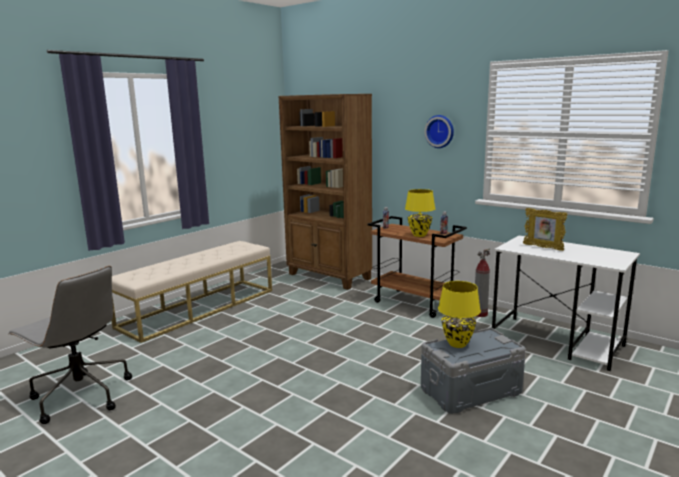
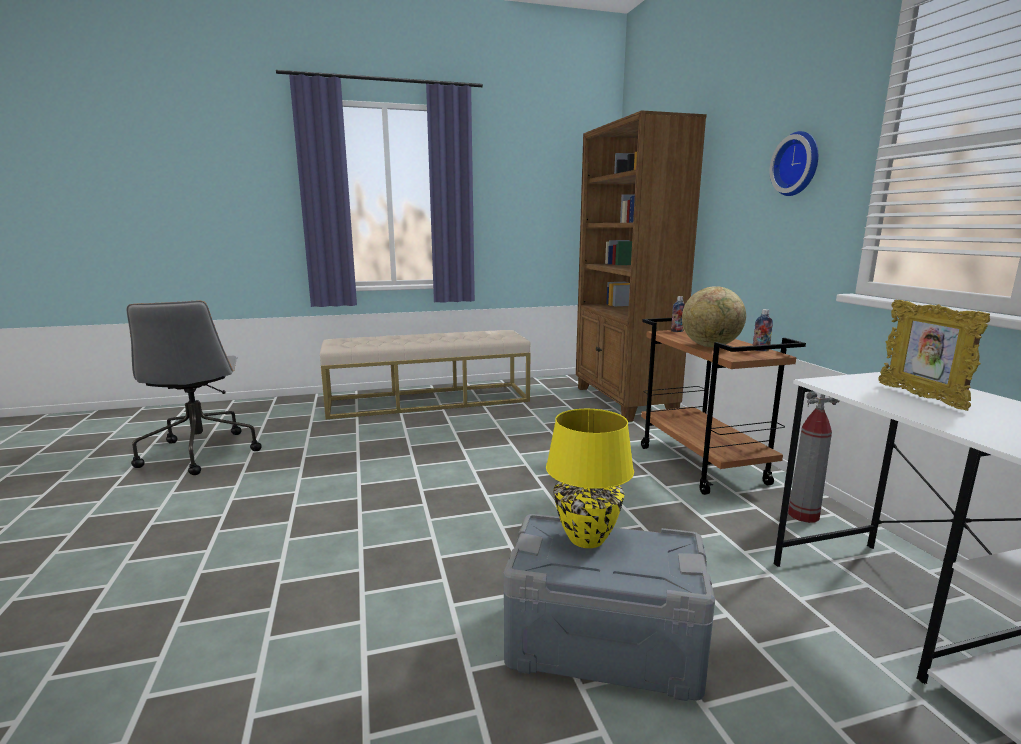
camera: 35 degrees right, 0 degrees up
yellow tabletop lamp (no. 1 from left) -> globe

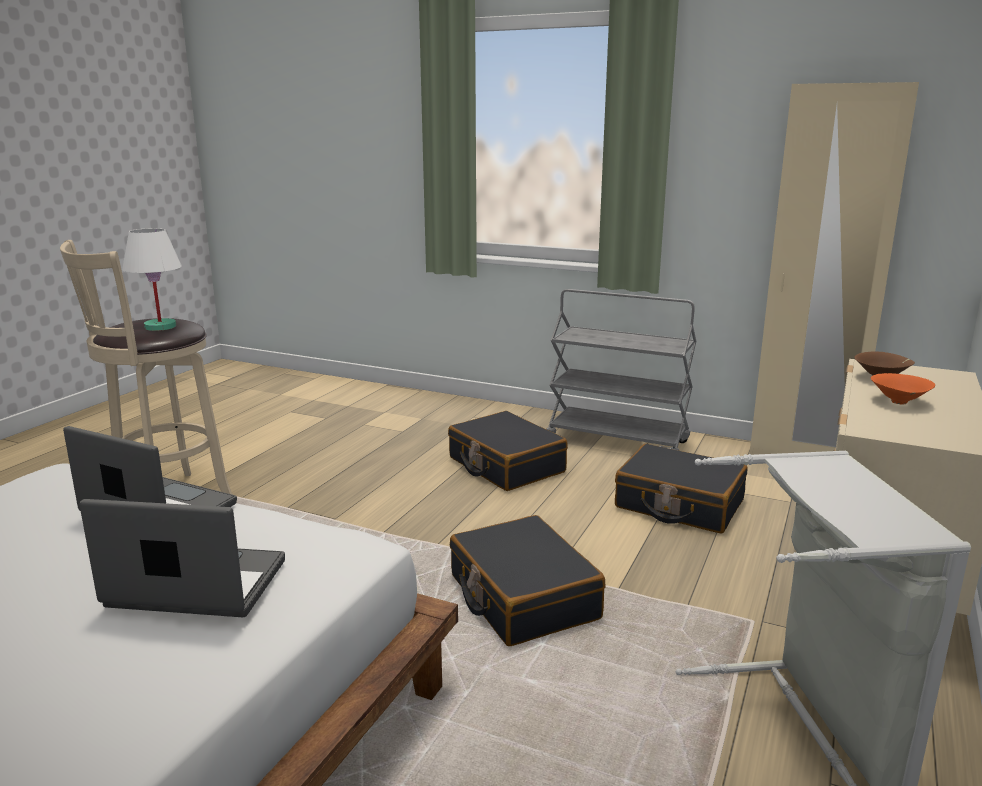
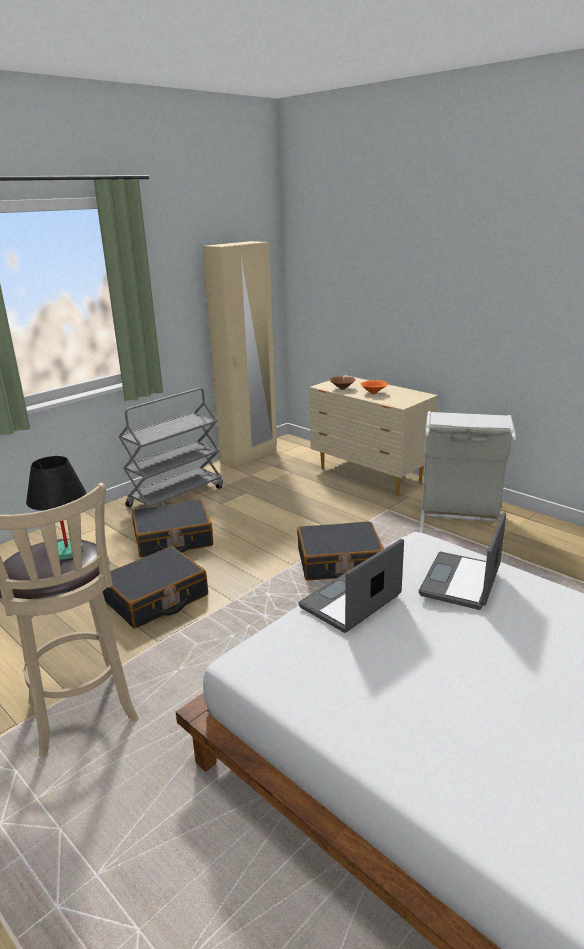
camera: 70 degrees left, 5 degrees up
whitish tabletop lamp -> black tabletop lamp
black piece of luggage (no. 3 from left in the first image) -> black piece of luggage (no. 1 from left), relocated

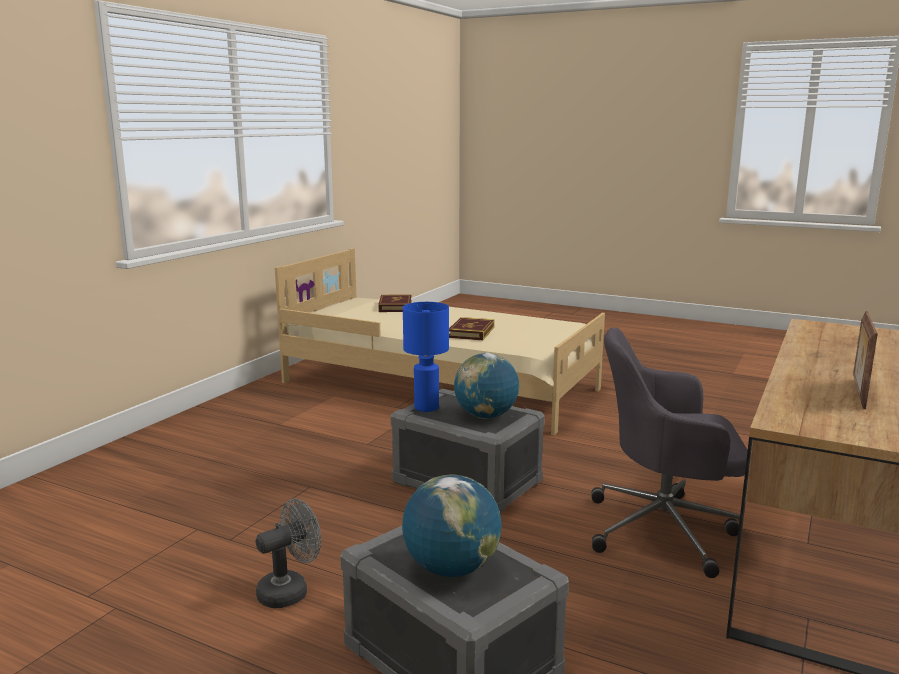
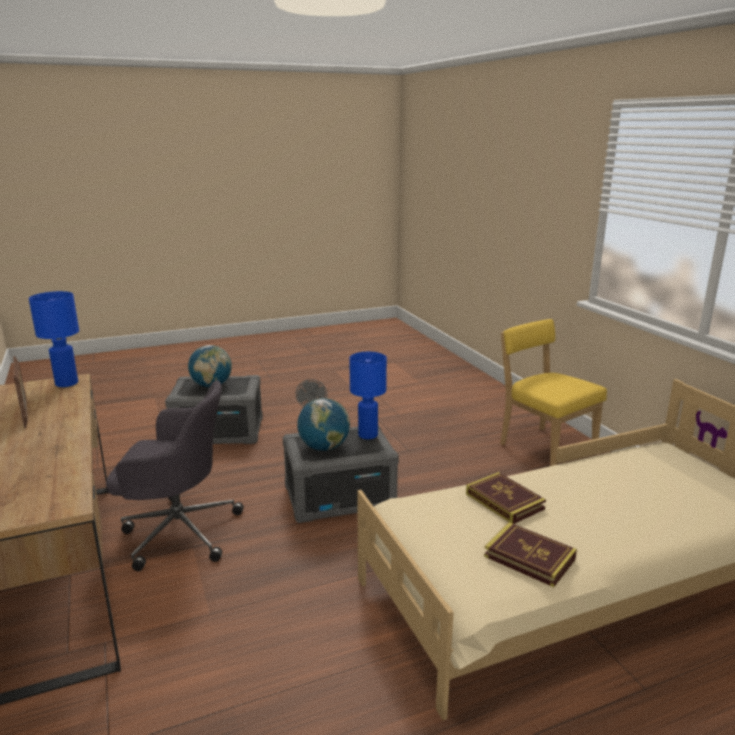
camera: 130 degrees right, 5 degrees up
bound book (no. 1 from left in the first image) -> bound book (no. 2 from left), relocated
greyish office chair, 45 degrees clockwise
none -> bluish tabletop lamp (no. 1 from left)
none -> yellow upright chair

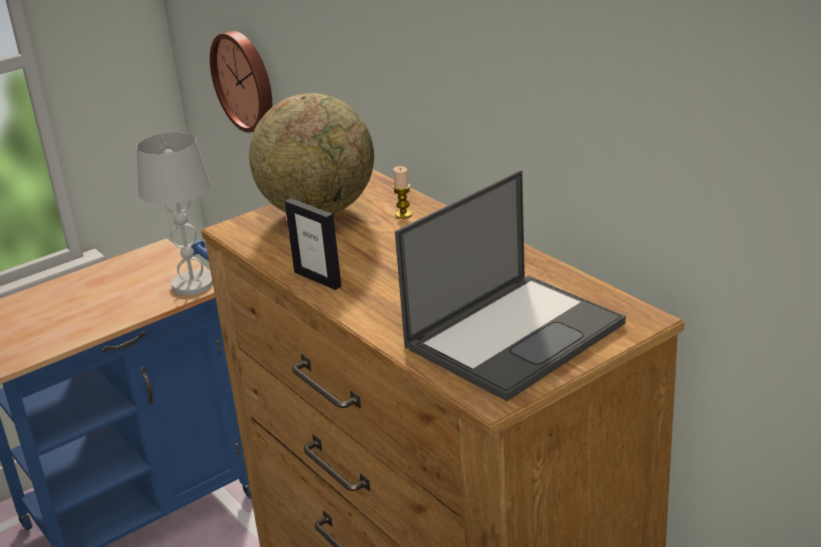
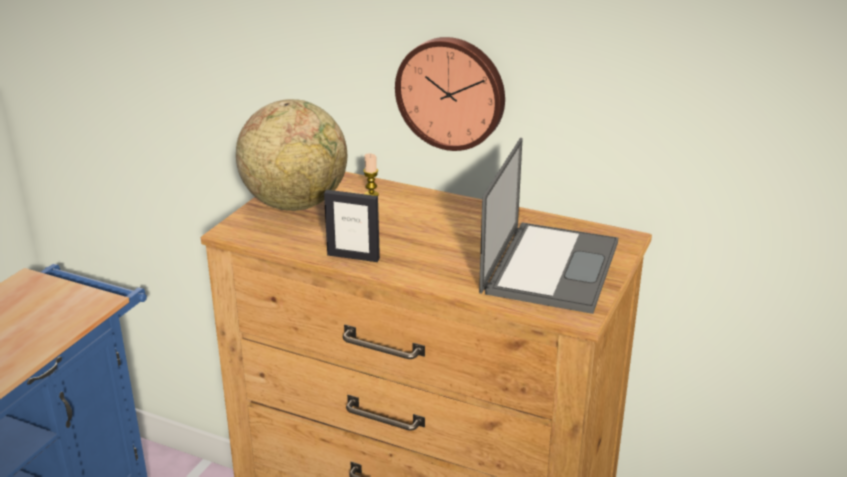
camera: 30 degrees left, 0 degrees up
whitish tabletop lamp -> none
clock on the wall, relocated

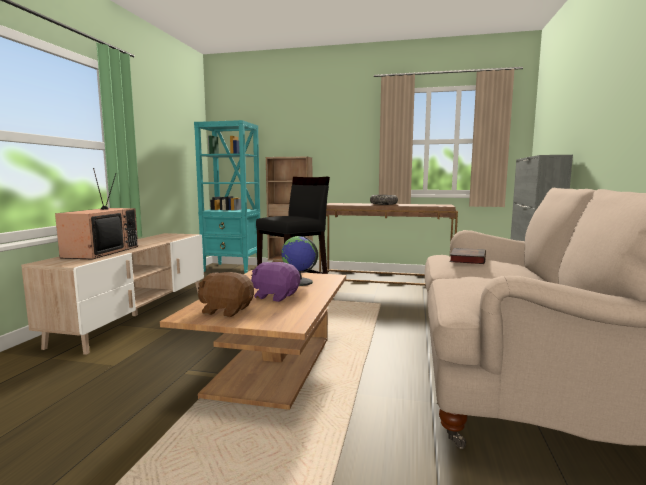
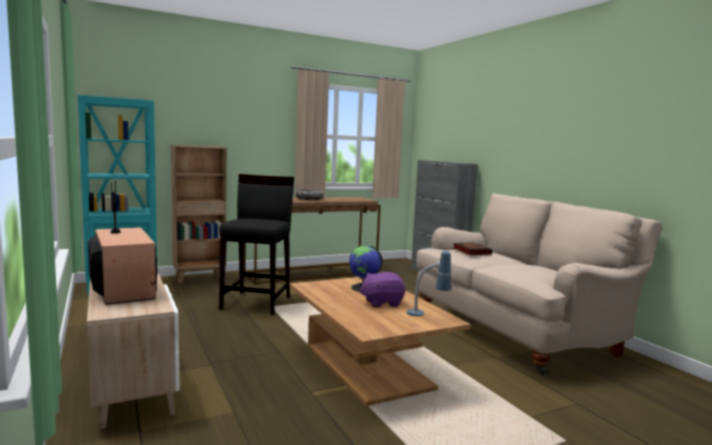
camera: 40 degrees left, 0 degrees up
brownish cuddly toy -> none
none -> tabletop lamp

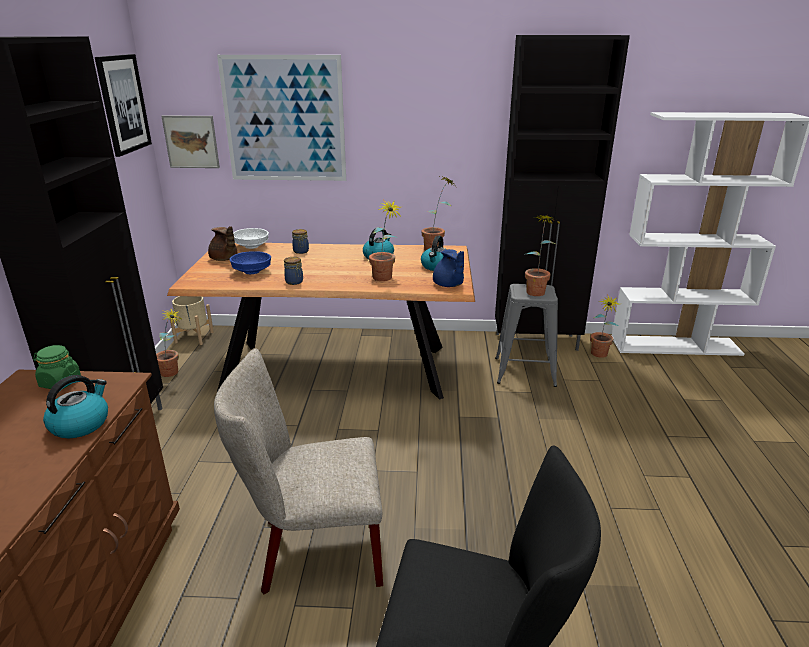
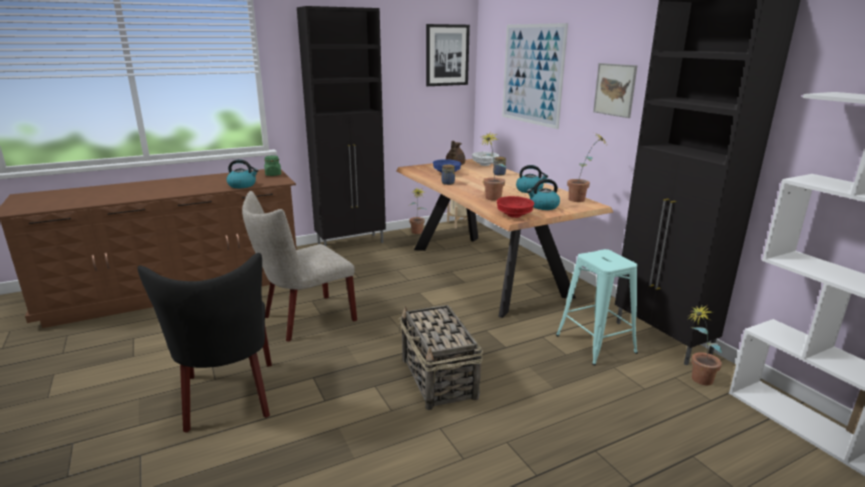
camera: 60 degrees right, 5 degrees down
wall art (no. 2 from left in the first image) -> wall art (no. 3 from left), relocated
sand-coloured upright chair, 90 degrees counterclockwise
bluish pot for tea -> red deep dish
greyish sitting stool -> turquoise sitting stool
houseplant (no. 4 from left) -> none
none -> household basket

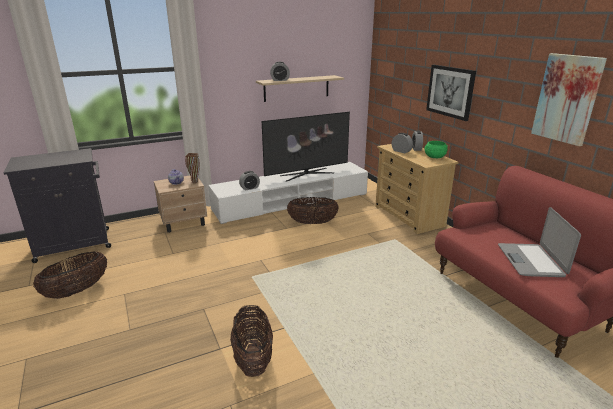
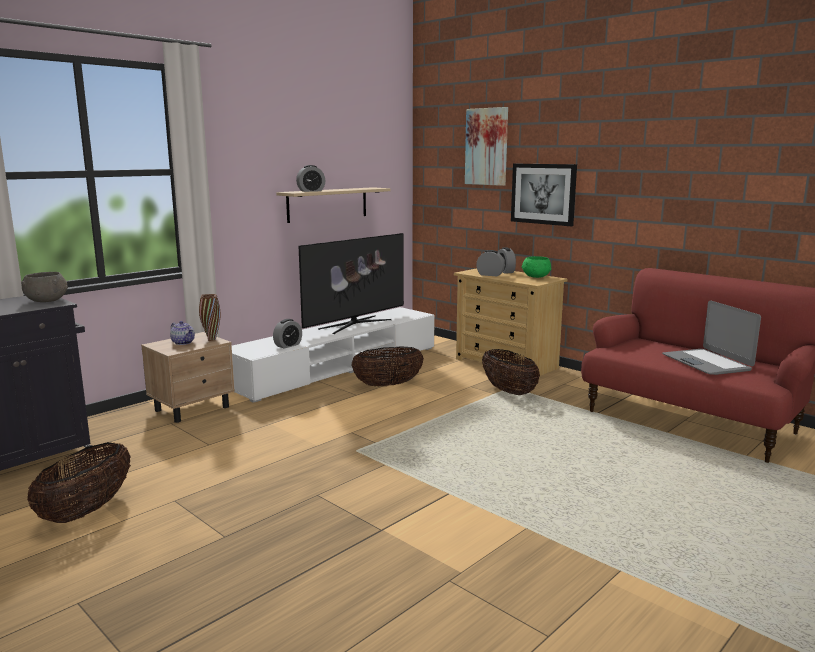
camera: 20 degrees left, 10 degrees down
household basket (no. 2 from left in the first image) -> household basket (no. 3 from left), relocated
wall art (no. 2 from left in the first image) -> wall art (no. 1 from left), relocated
none -> greyish deep dish

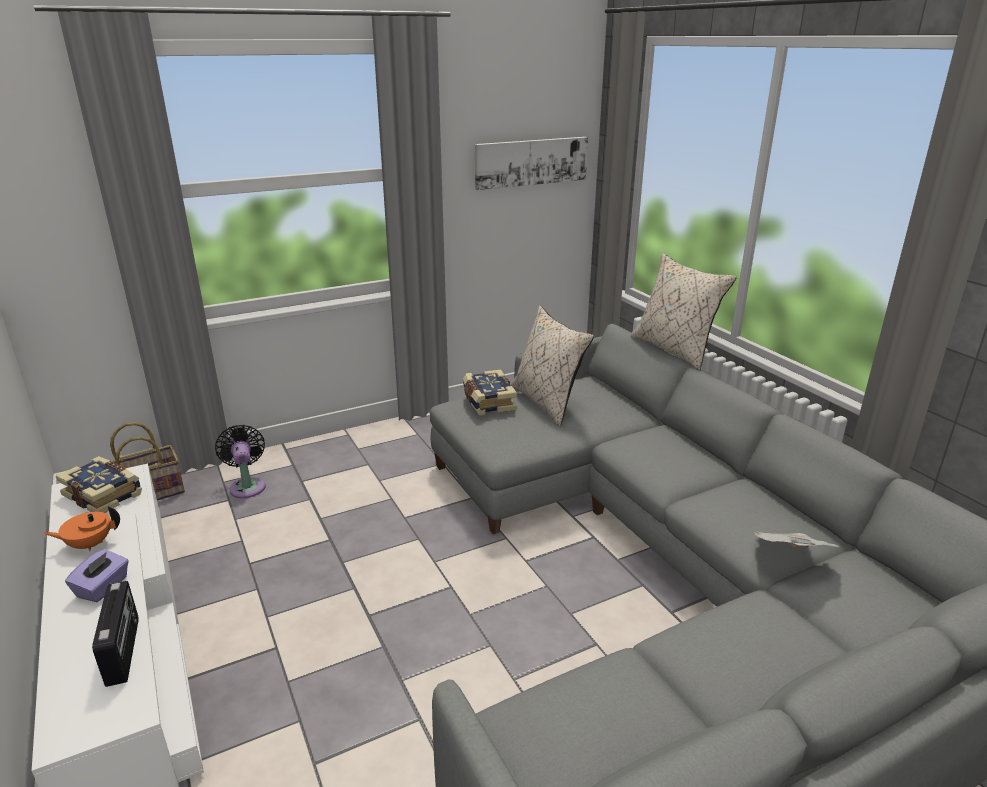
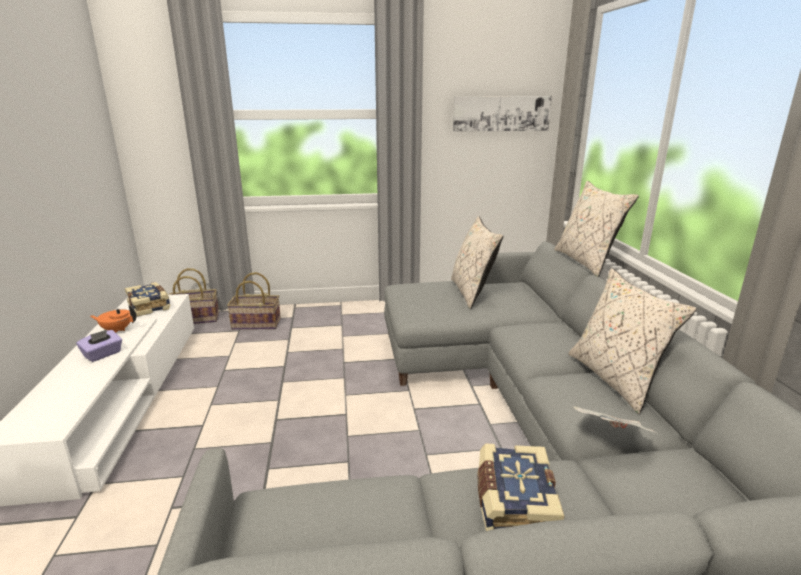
camera: 20 degrees right, 5 degrees down
radio set -> none
black fan -> household basket (no. 2 from left)
bound book (no. 2 from left), relocated
none -> sand-coloured throw pillow (no. 3 from left)

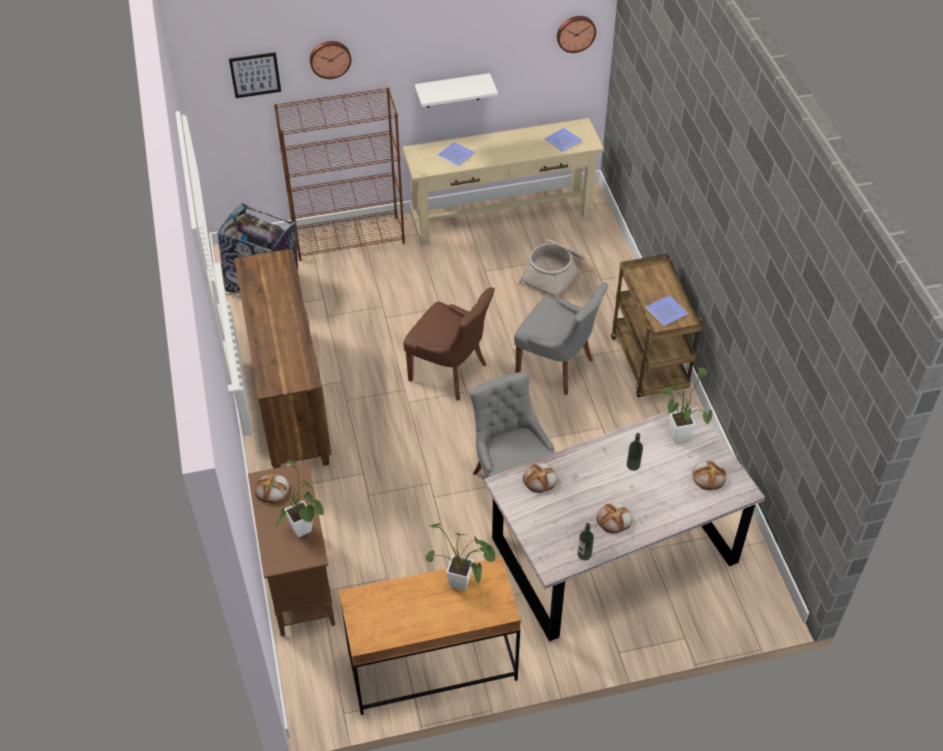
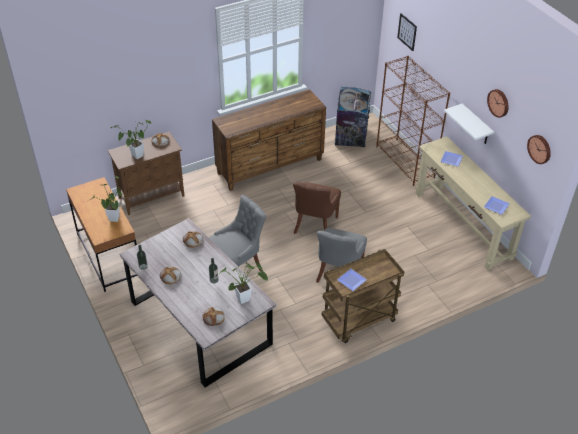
camera: 75 degrees right, 5 degrees down
clock on the wall (no. 1 from left), relocated
household basket -> none

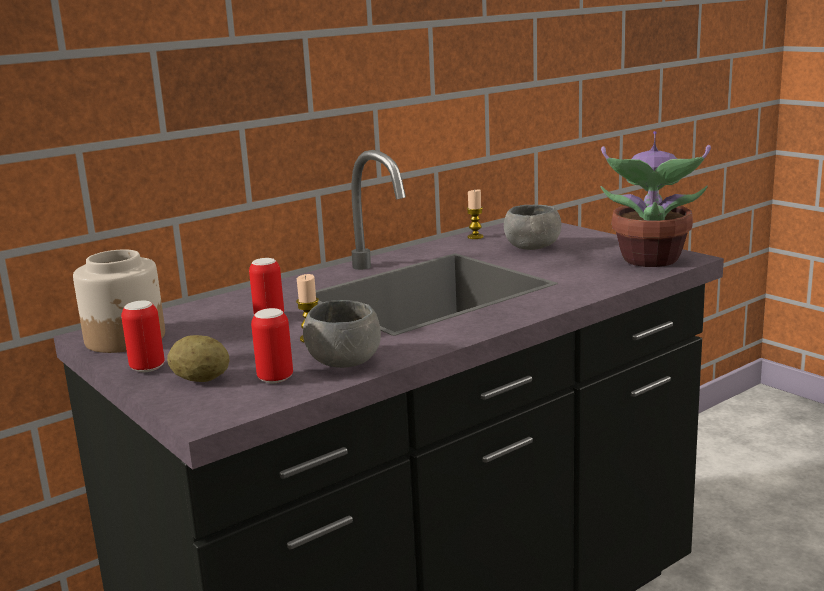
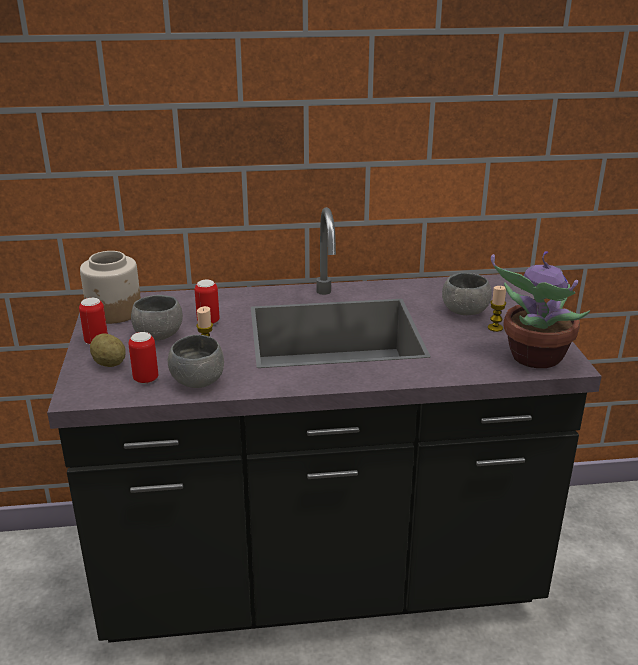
camera: 30 degrees right, 10 degrees up
wax light (no. 2 from left), relocated
none -> greyish deep dish (no. 1 from left)

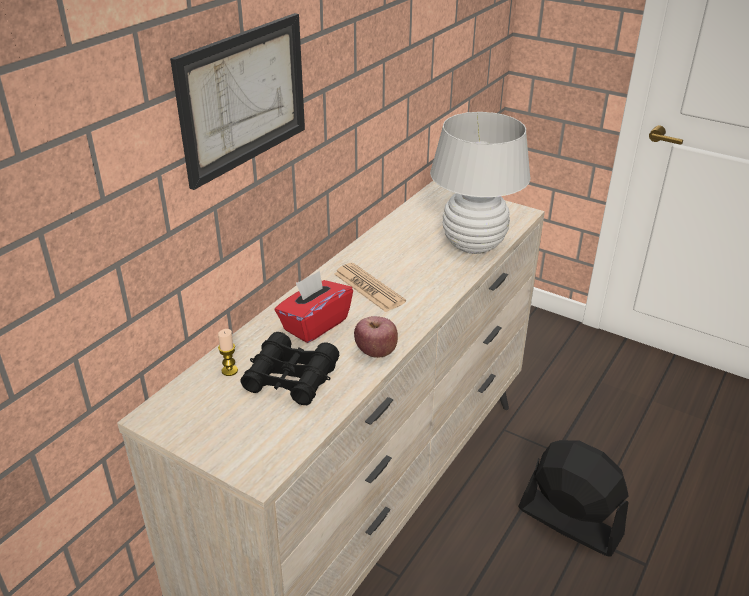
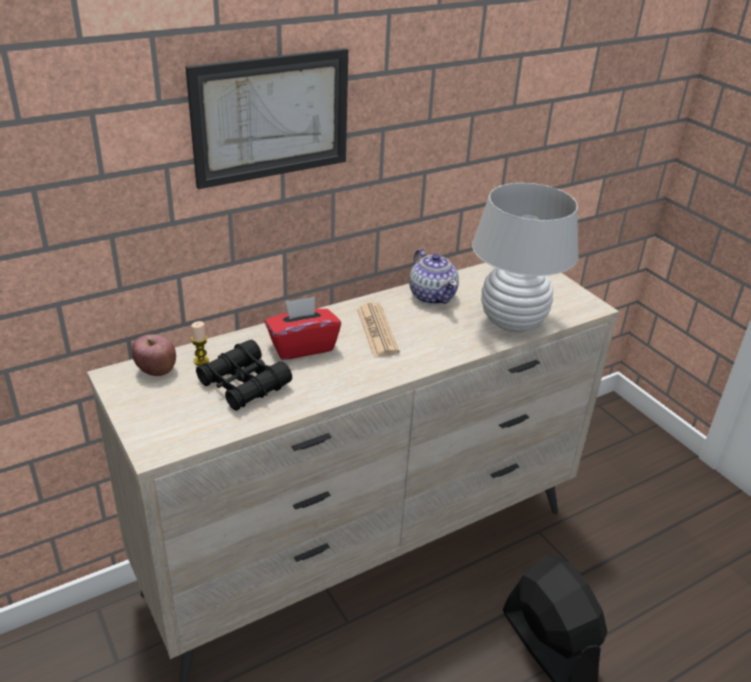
camera: 25 degrees right, 0 degrees up
apple, relocated
none -> pot for tea

